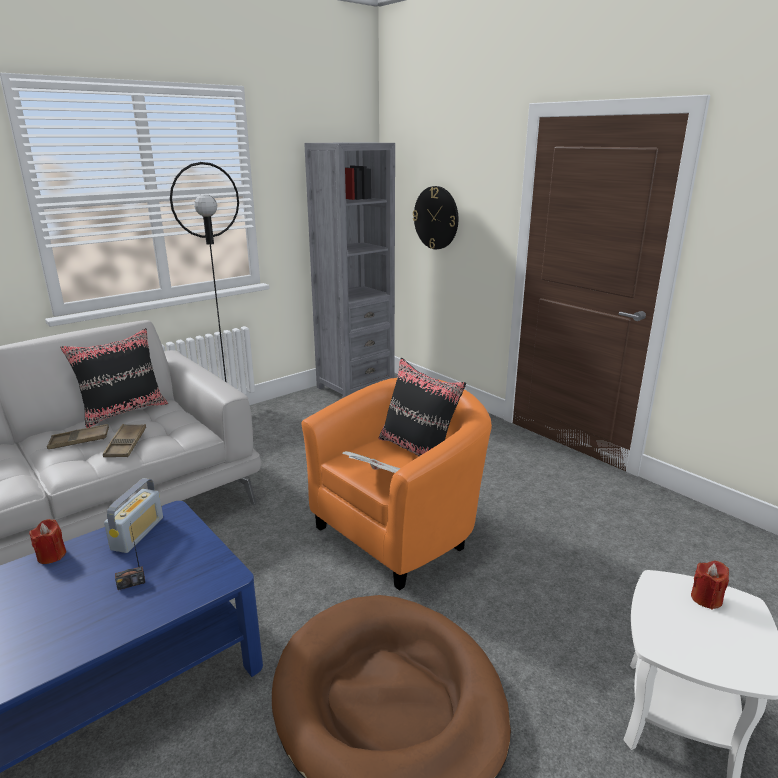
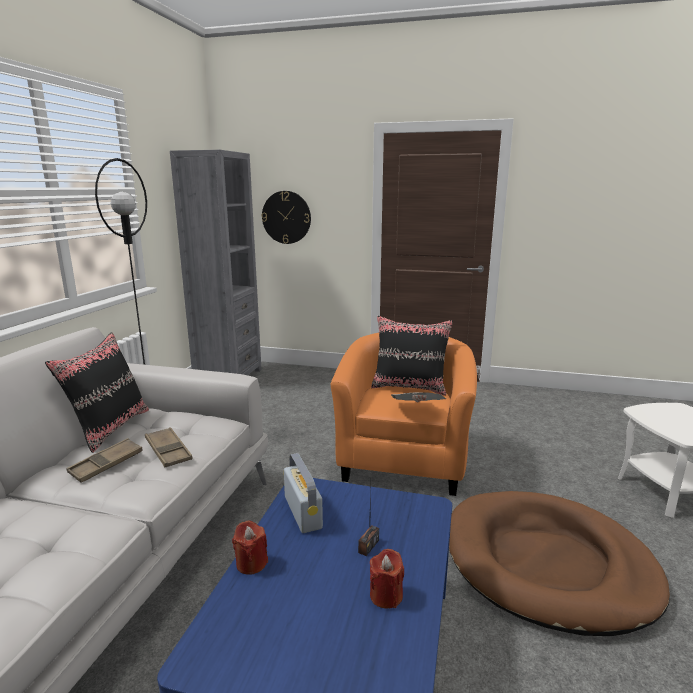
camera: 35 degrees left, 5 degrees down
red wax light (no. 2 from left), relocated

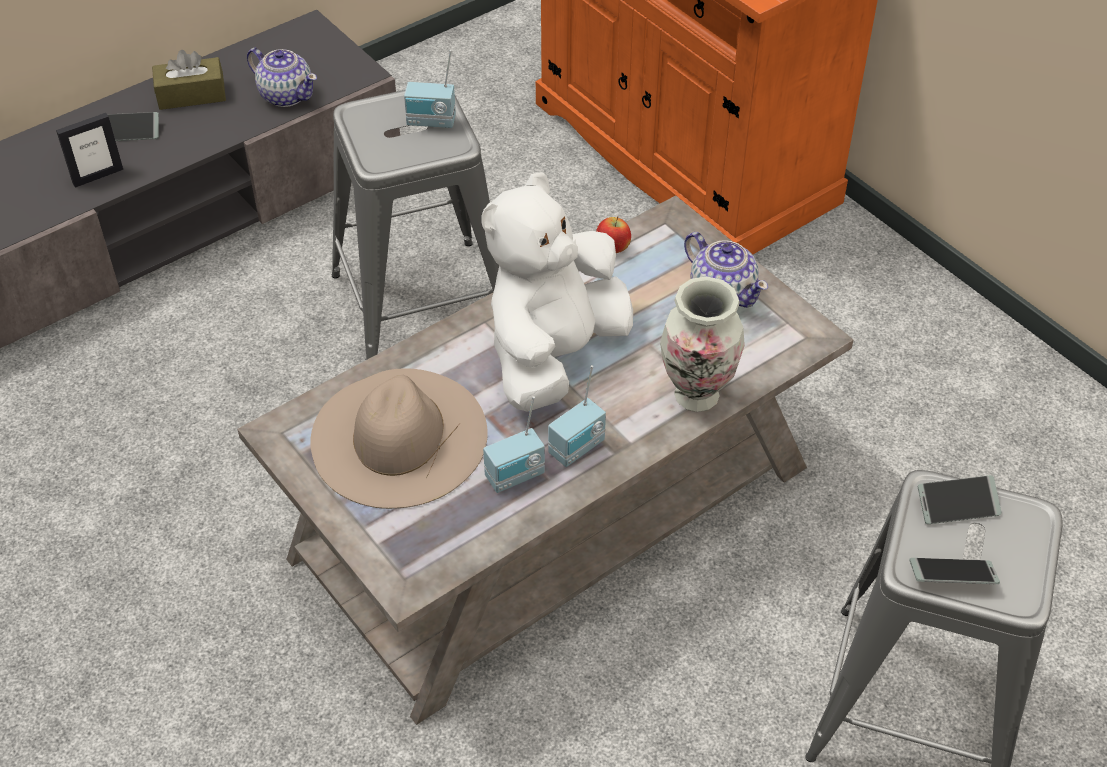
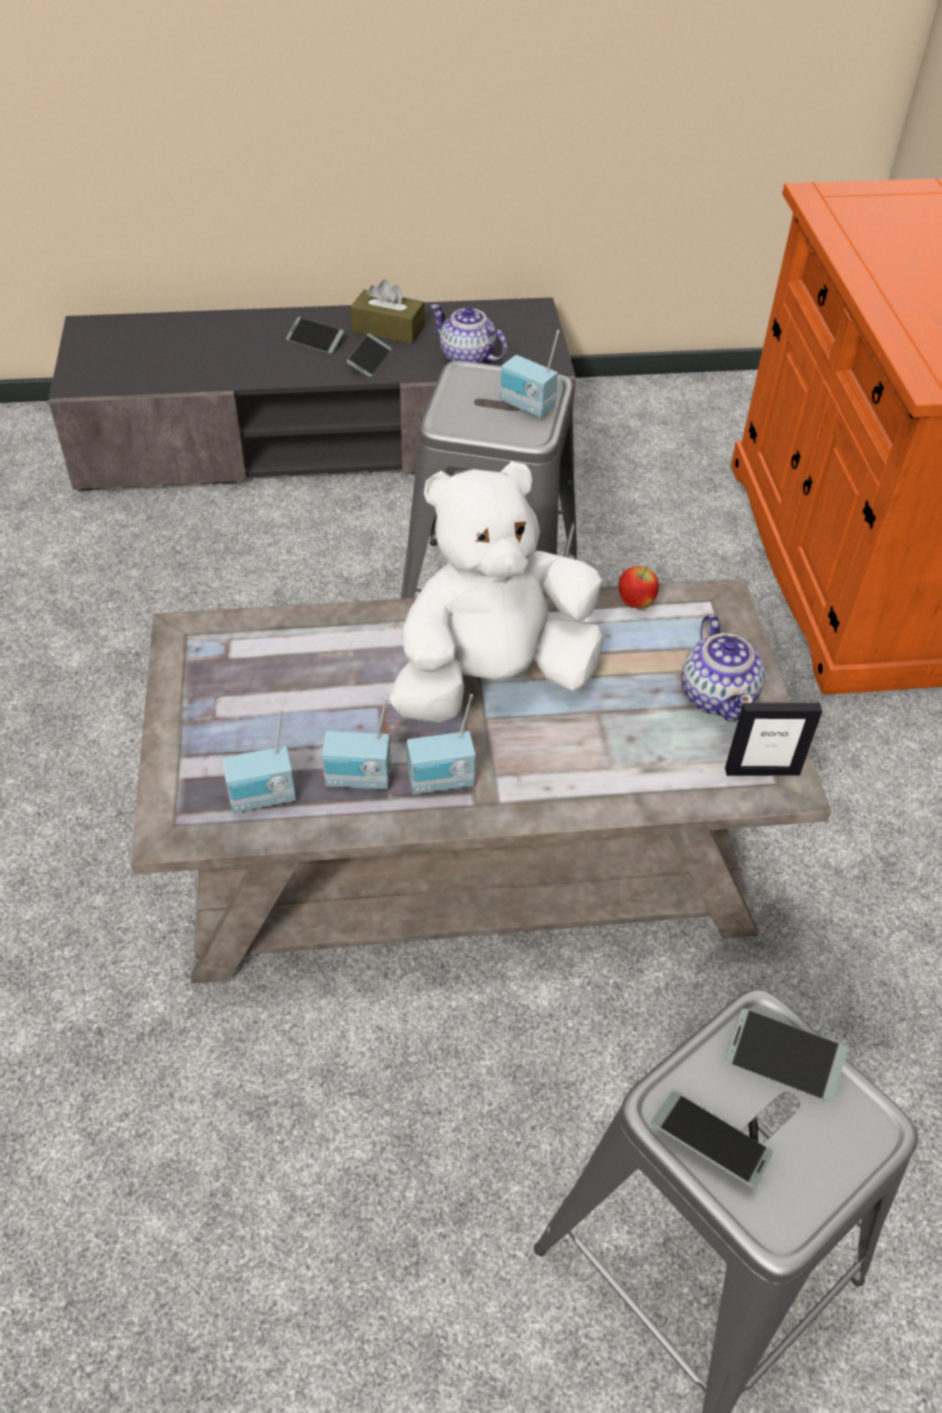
camera: 30 degrees right, 0 degrees up
picture frame, relocated
pot for tea (no. 1 from left), 150 degrees clockwise
sand-coloured wearable hat -> none
decorative vase -> none
none -> radio set (no. 1 from left)
none -> handset (no. 2 from left)

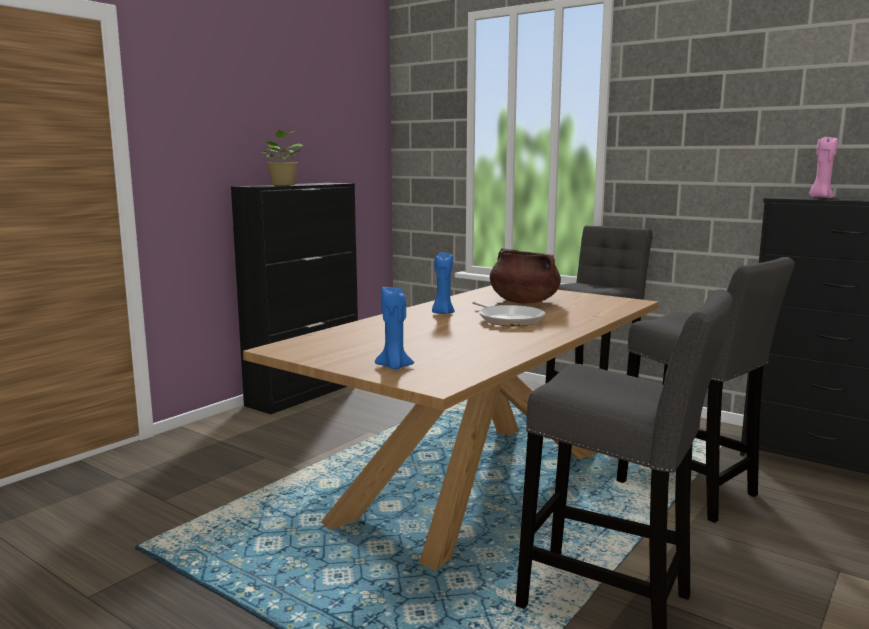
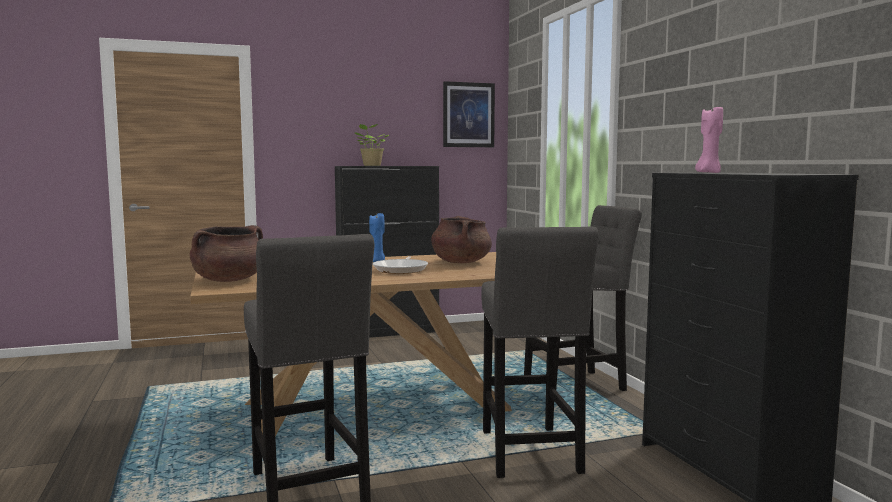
camera: 35 degrees right, 5 degrees down
bluish wax light (no. 1 from left) -> brownish stockpot (no. 1 from left)
none -> wall art

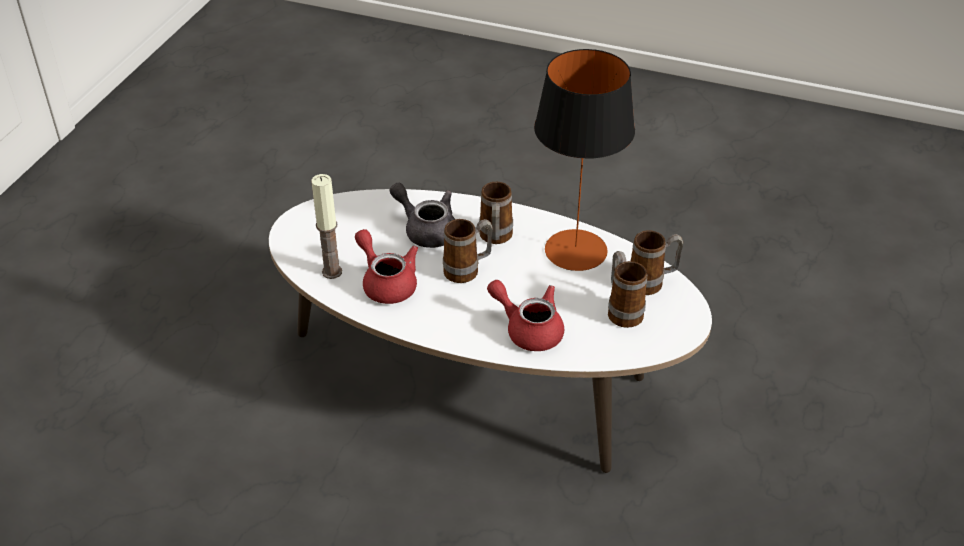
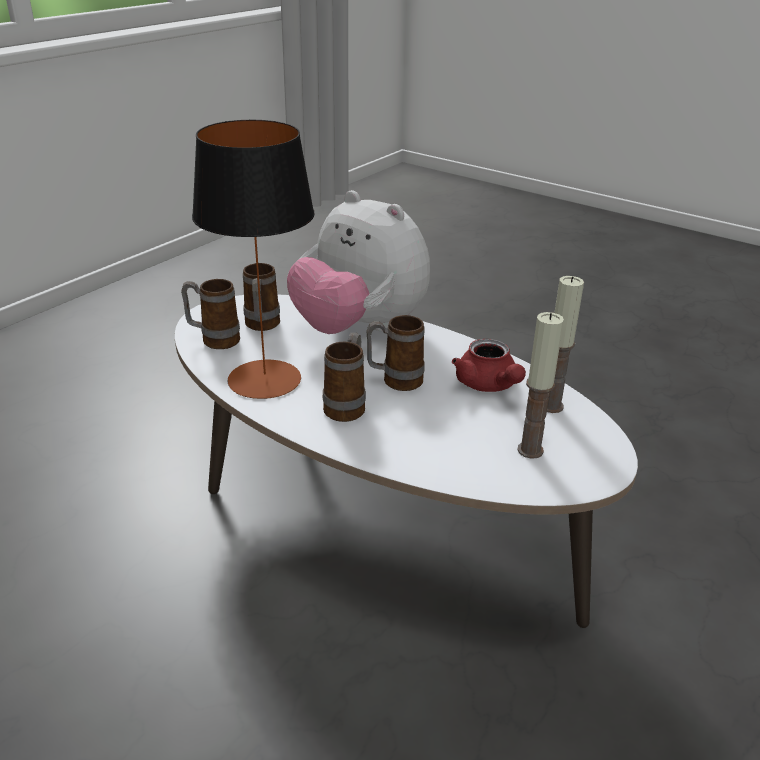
camera: 165 degrees left, 10 degrees down
greyish pot for tea -> none
red pot for tea (no. 2 from left) -> cuddly toy
none -> wax light (no. 1 from left)

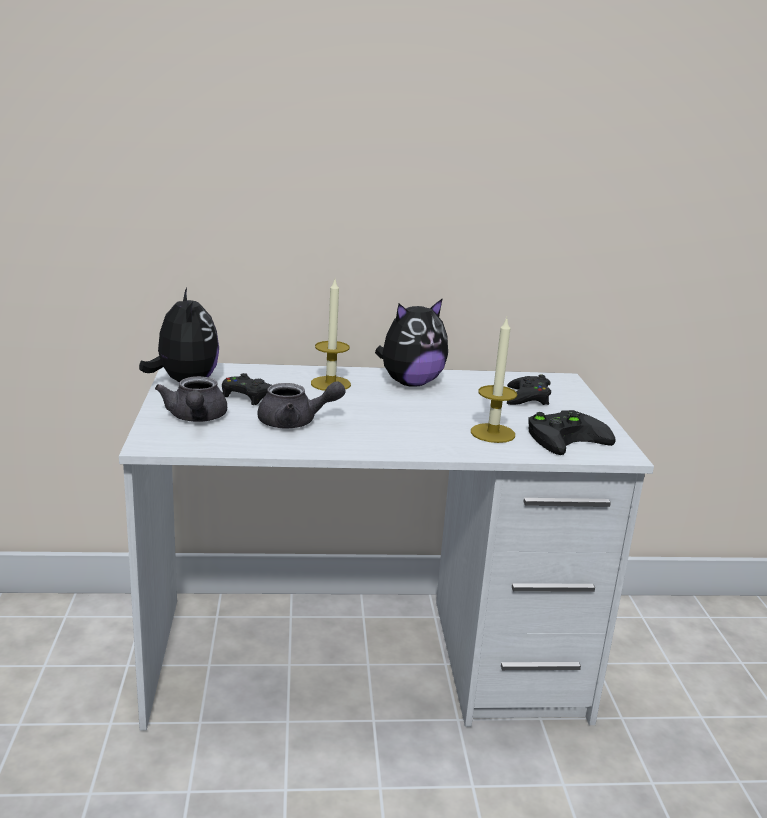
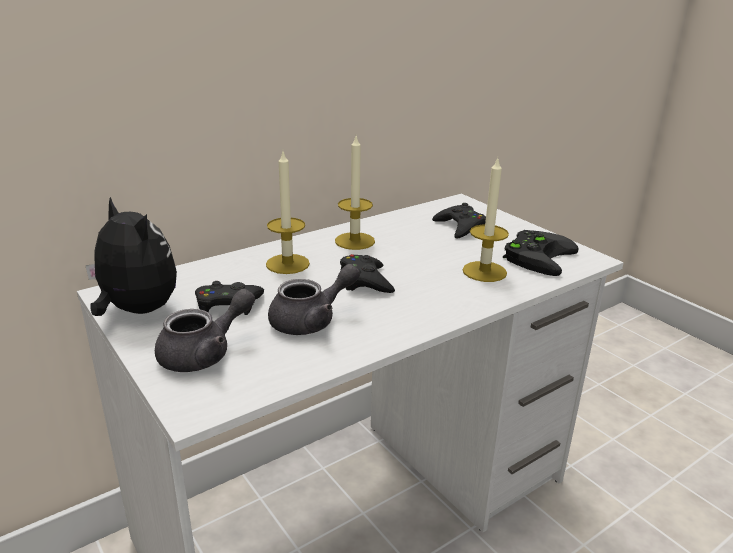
camera: 30 degrees left, 5 degrees up
greyish pot for tea (no. 1 from left), 90 degrees counterclockwise
cuddly toy (no. 2 from left) -> wax light (no. 2 from left)
none -> black joypad (no. 2 from left)

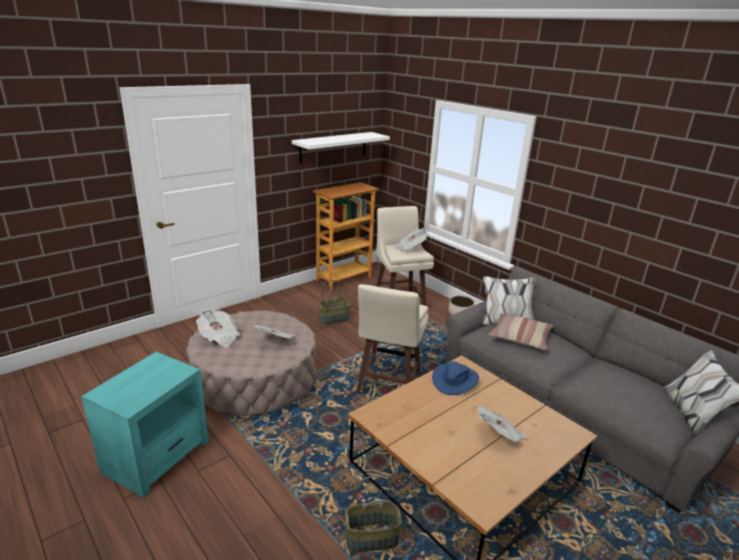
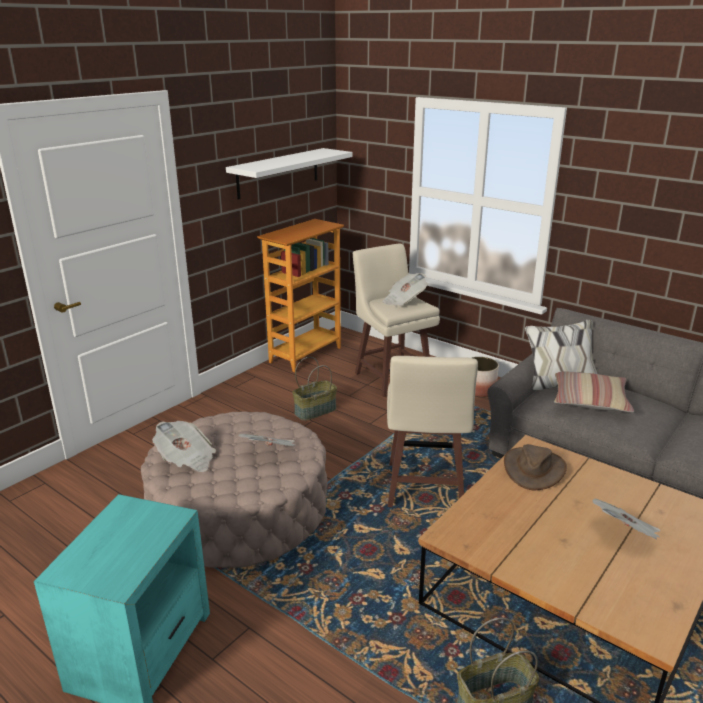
camera: 10 degrees left, 0 degrees up
bluish wearable hat -> brownish wearable hat

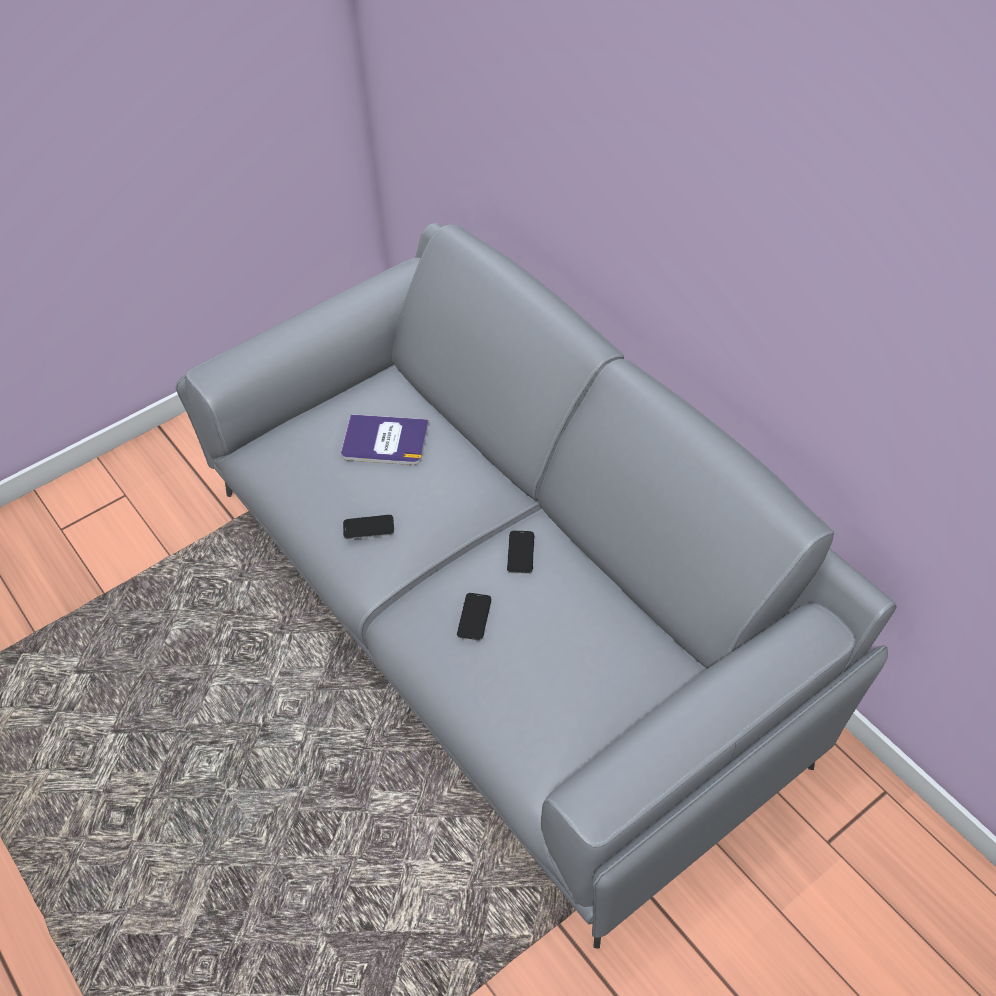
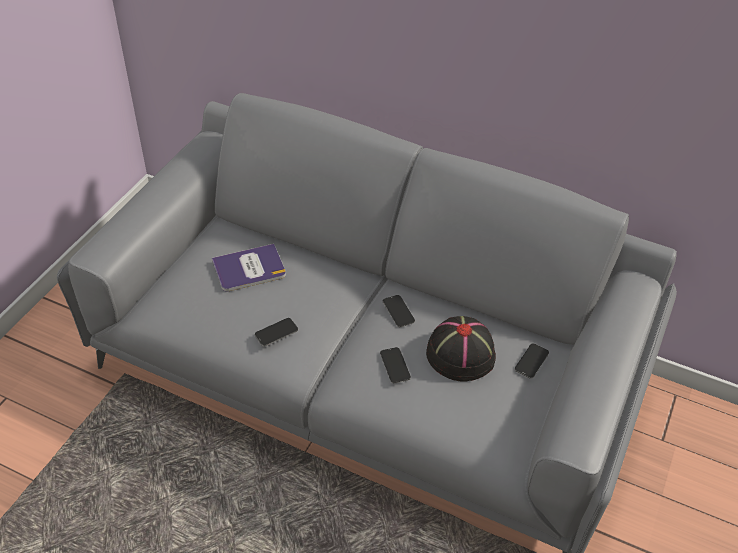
camera: 30 degrees left, 5 degrees down
none -> black wearable hat
none -> handset (no. 4 from left)

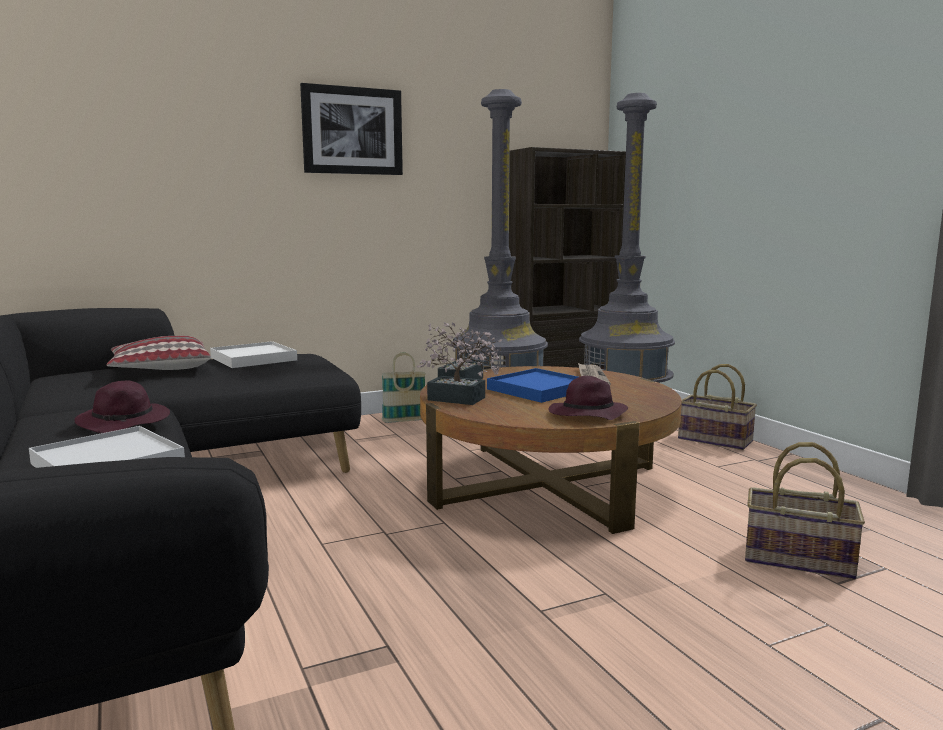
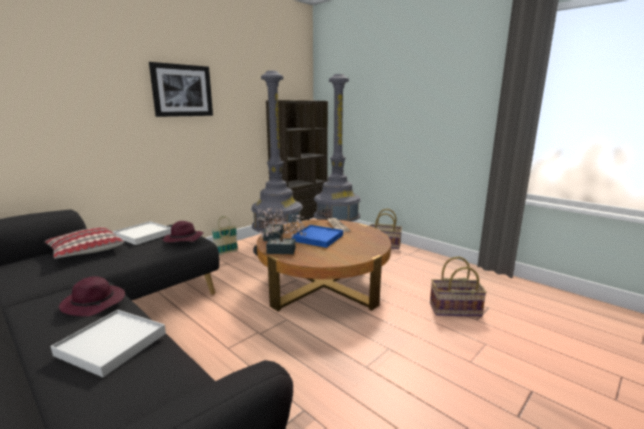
camera: 20 degrees left, 5 degrees up
purplish wearable hat (no. 2 from left), relocated

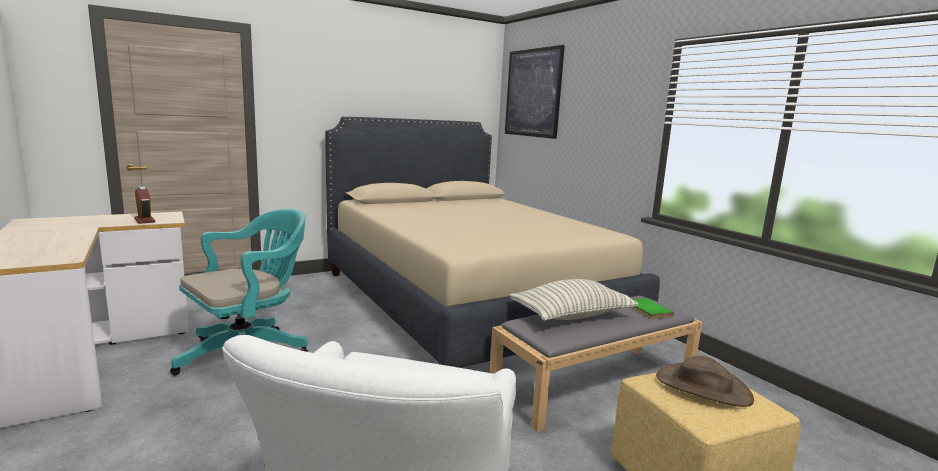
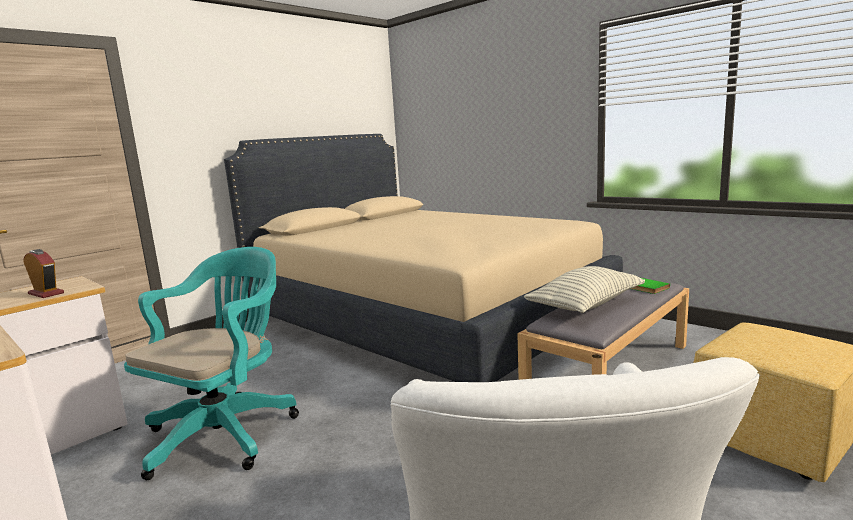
camera: 15 degrees left, 0 degrees up
wall art -> none
brownish wearable hat -> none

